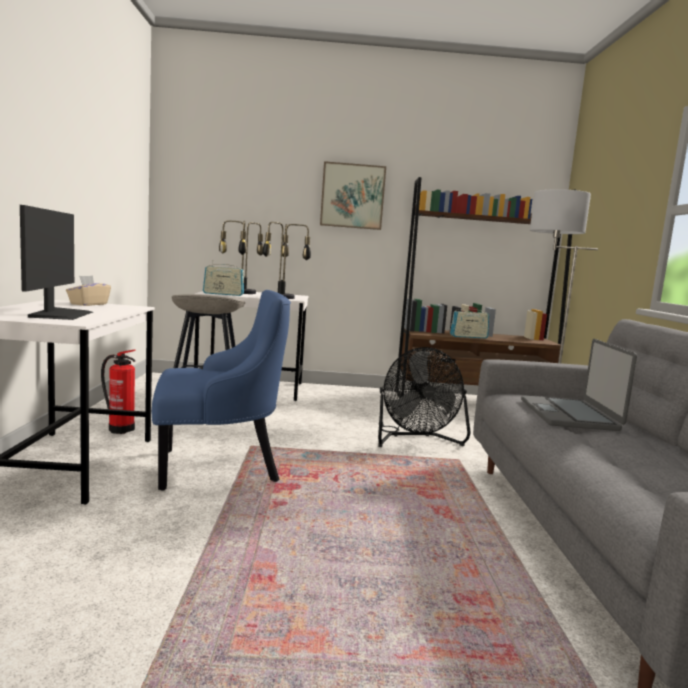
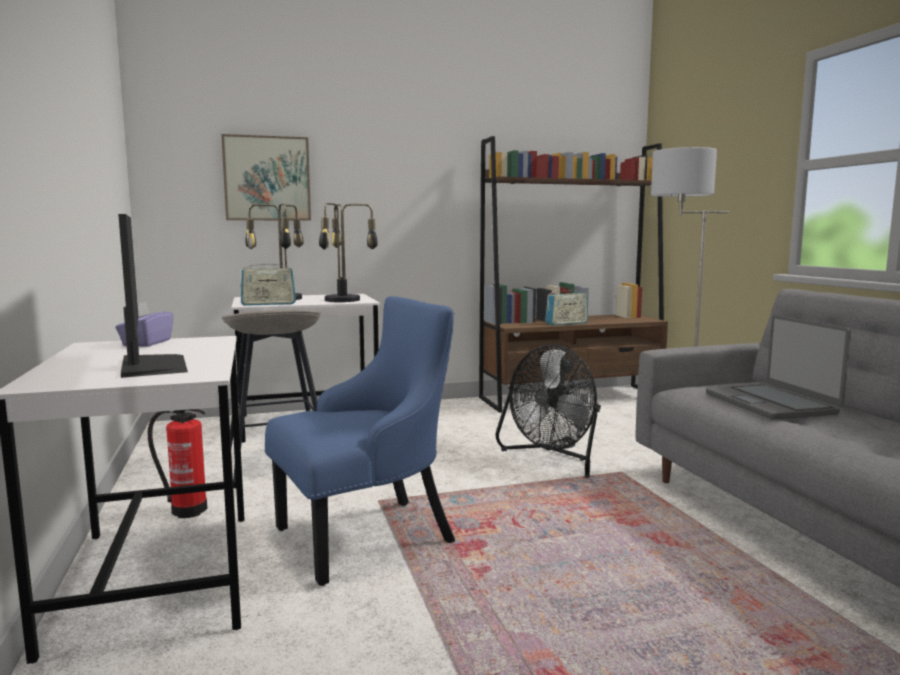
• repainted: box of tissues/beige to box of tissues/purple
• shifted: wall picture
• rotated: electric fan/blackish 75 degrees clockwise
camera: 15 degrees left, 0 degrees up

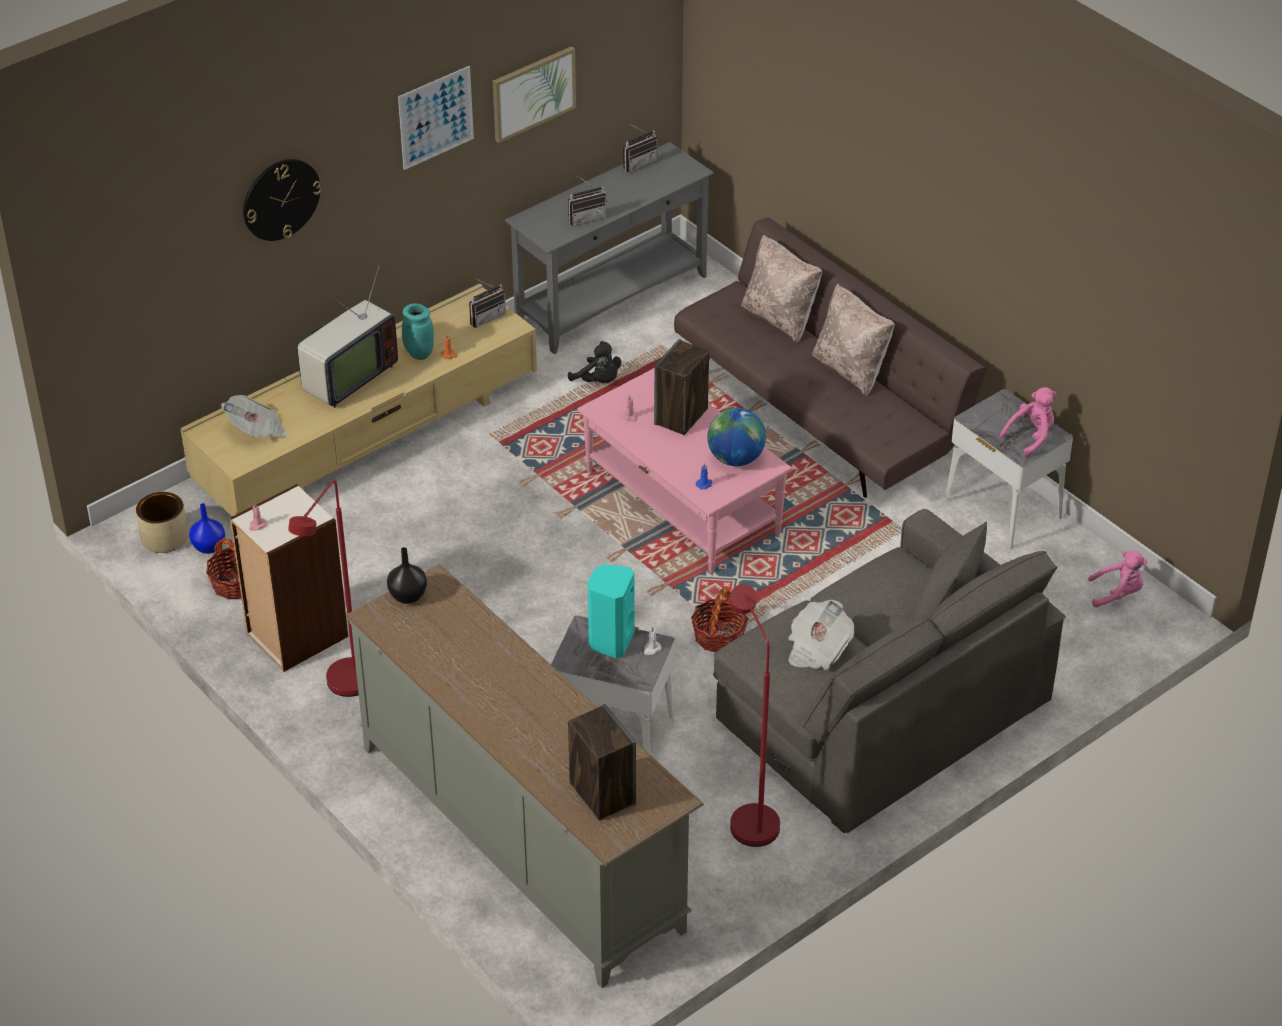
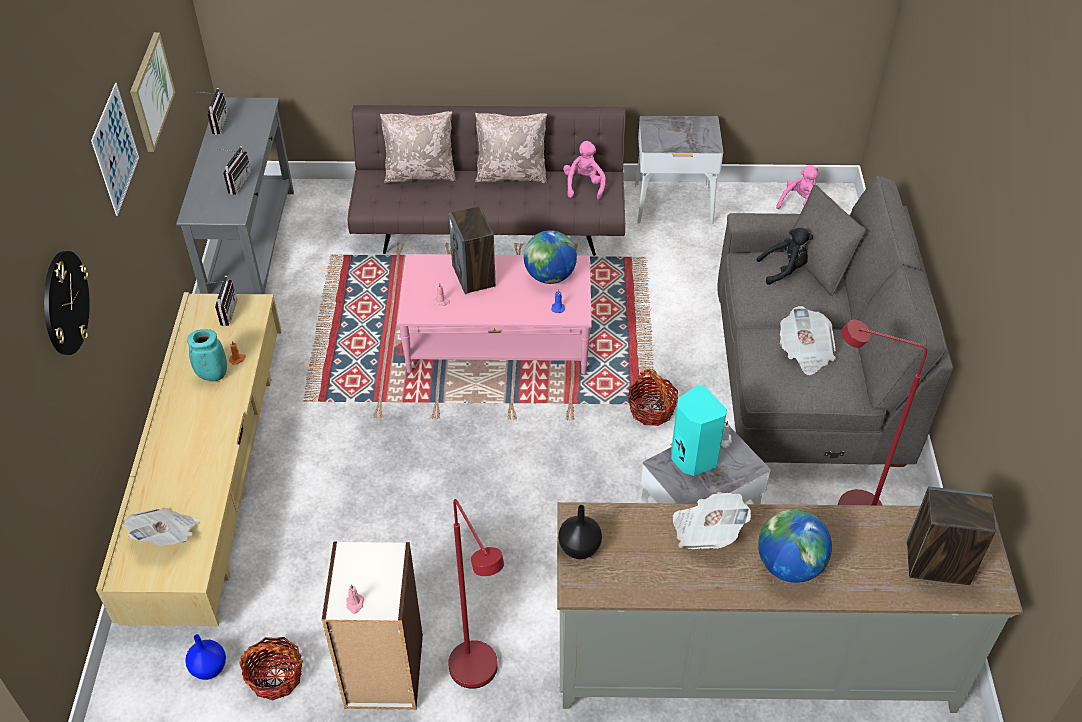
• gone: plant pot/beige
• gone: TV
• shifted: cuddly toy/blackish
• shifted: cuddly toy/pink-coloured (no. 1 from left)
• new: daily paper (no. 2 from left)
• new: globe (no. 2 from left)
camera: 50 degrees left, 5 degrees up

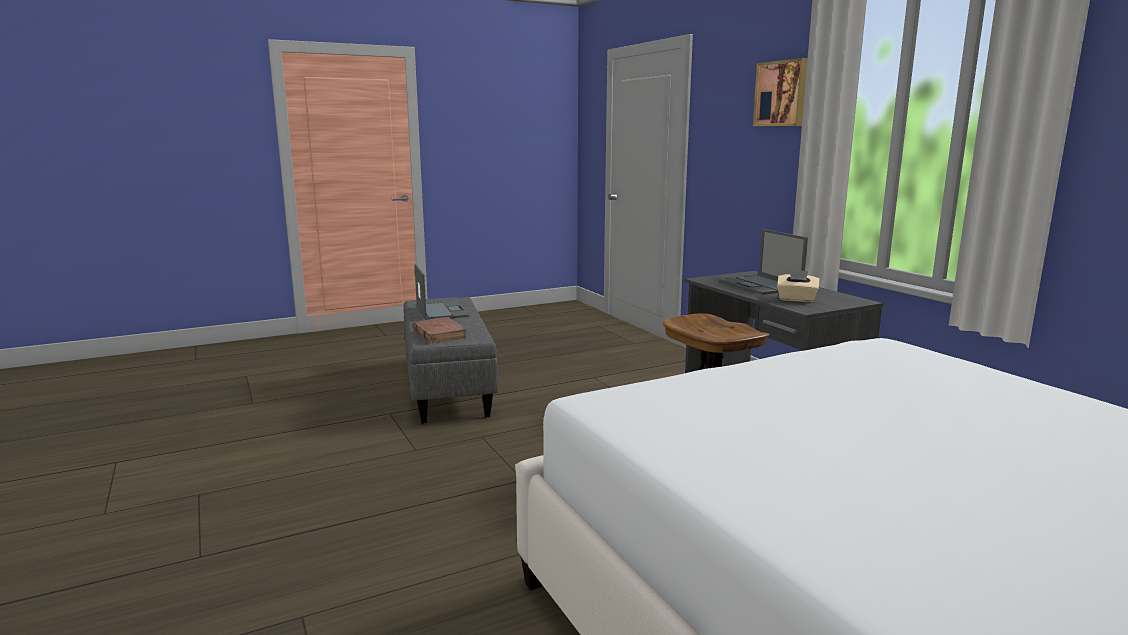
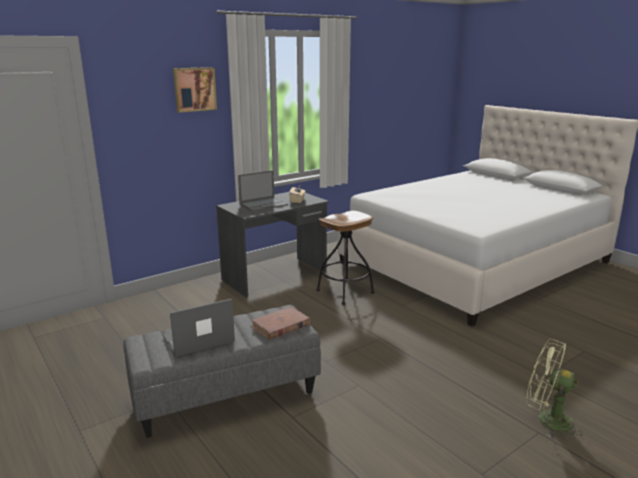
• new: electric fan/green-coloured
camera: 100 degrees left, 5 degrees up

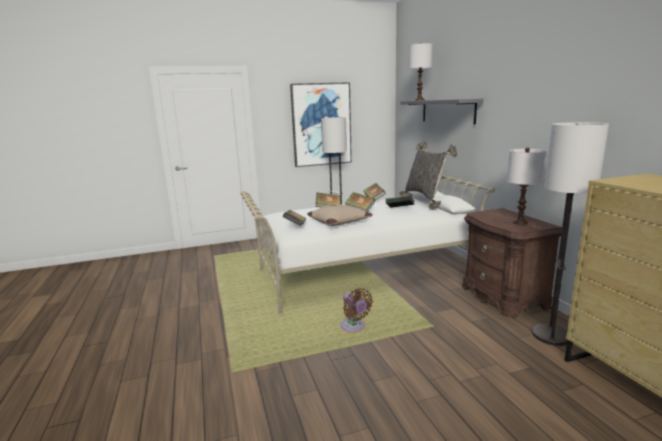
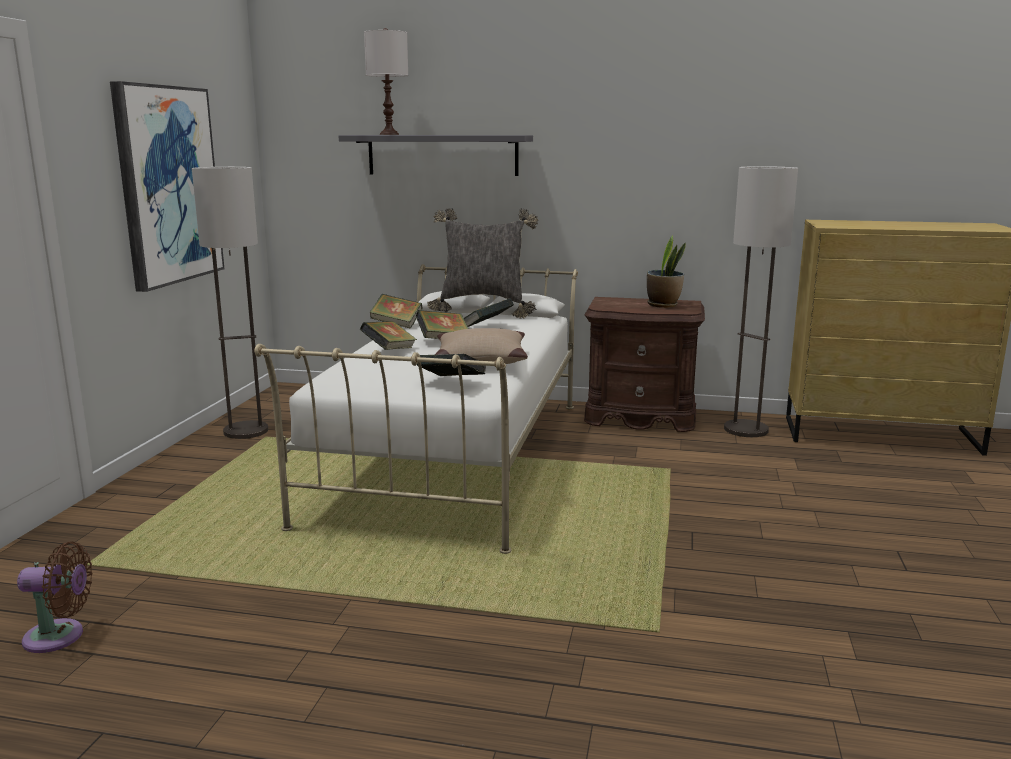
• shifted: electric fan/brownish
• swapped: lamp for a table/white-coloured (no. 2 from left) to potted plant
camera: 60 degrees left, 0 degrees up

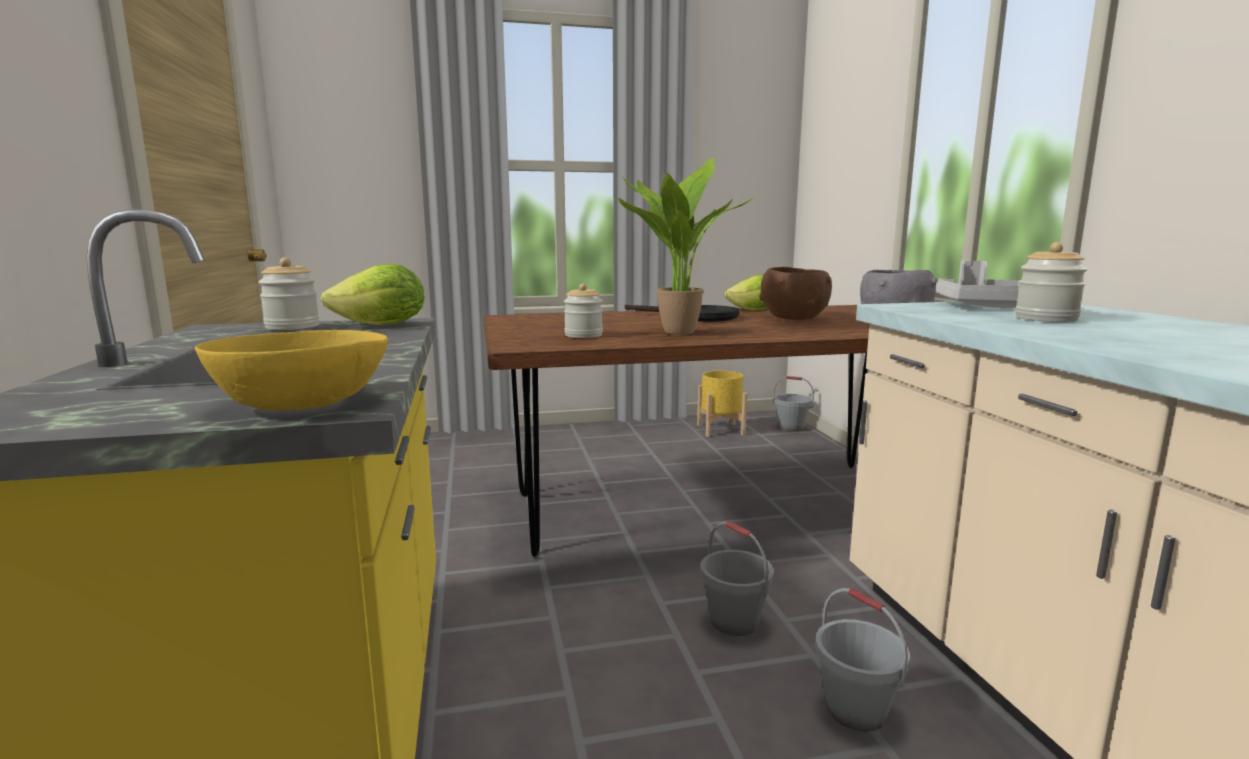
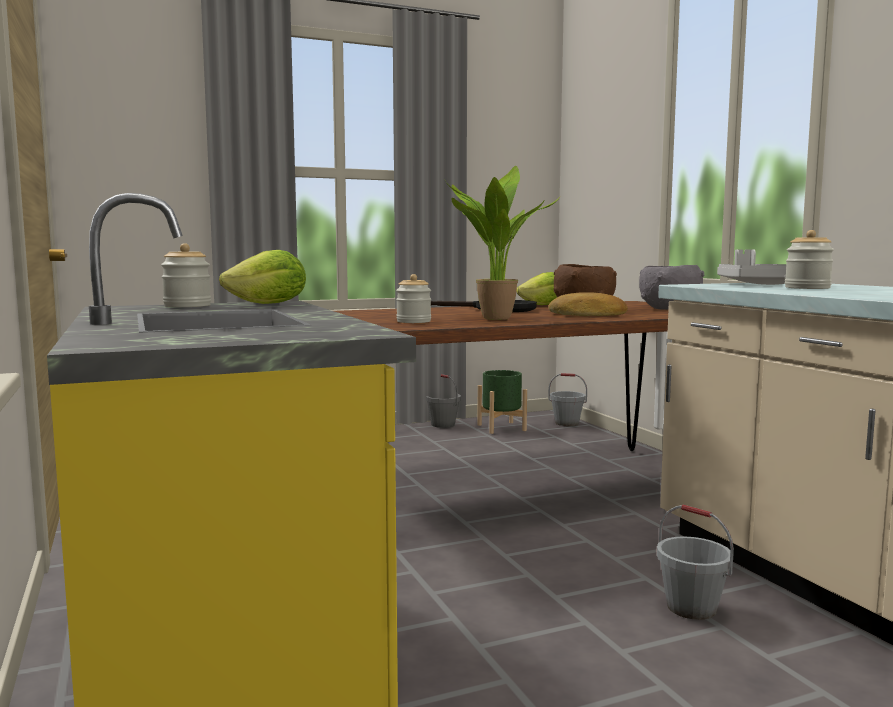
• gone: deep dish/yellow-coloured
• repainted: plant pot/yellow-coloured to plant pot/green-coloured
• shifted: pail/grey (no. 1 from left)
• new: baked bread
camera: 10 degrees left, 5 degrees down

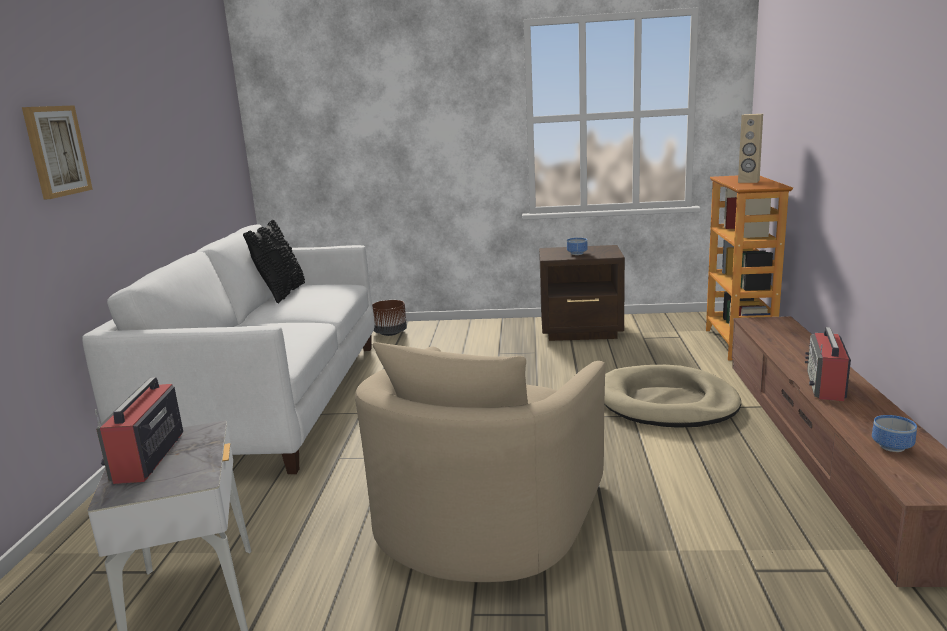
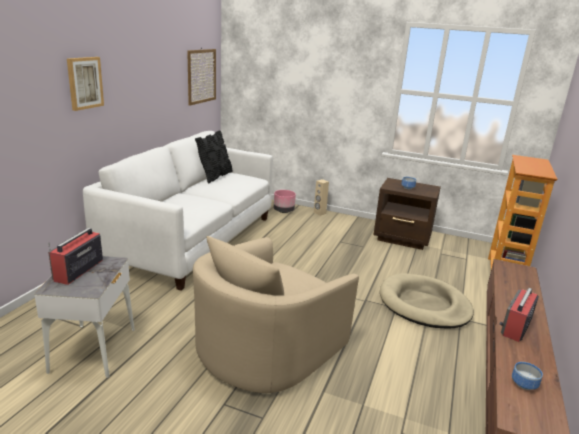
• repainted: plant pot/brownish to plant pot/pink-coloured
• shifted: loudspeaker/beige
• new: wall picture (no. 2 from left)
camera: 15 degrees right, 5 degrees up

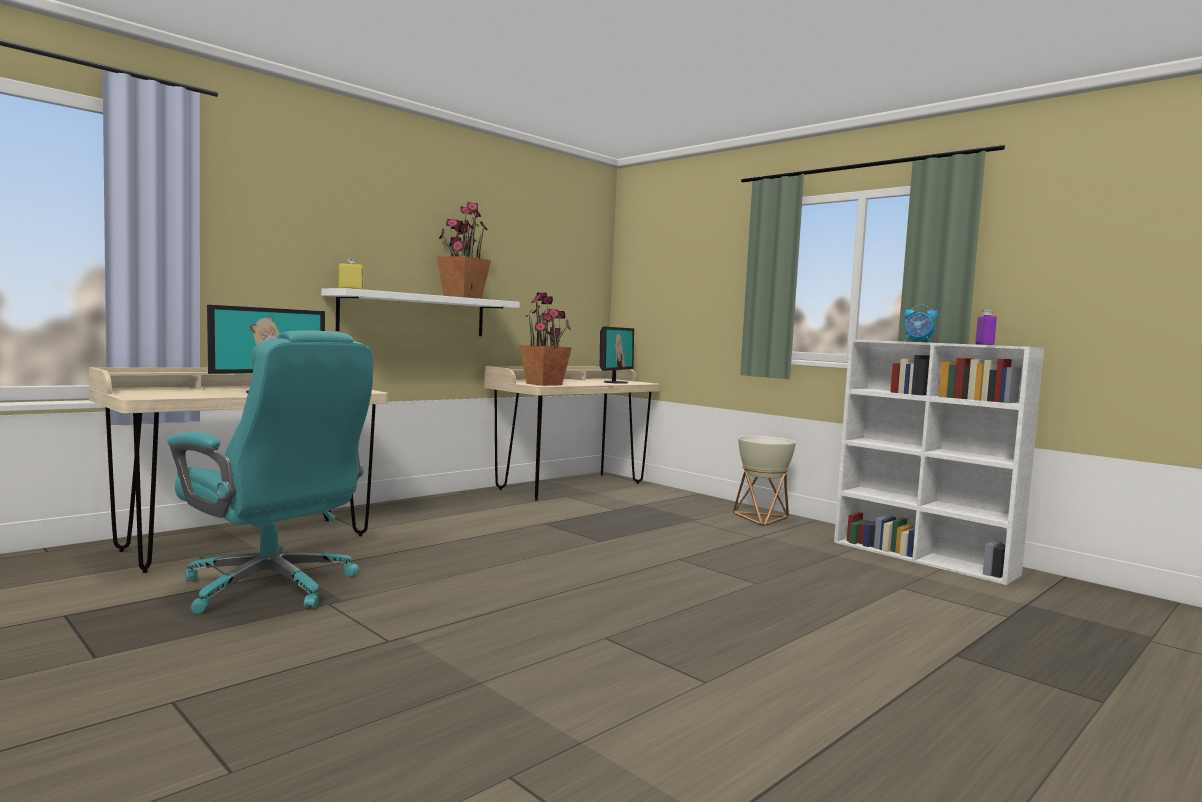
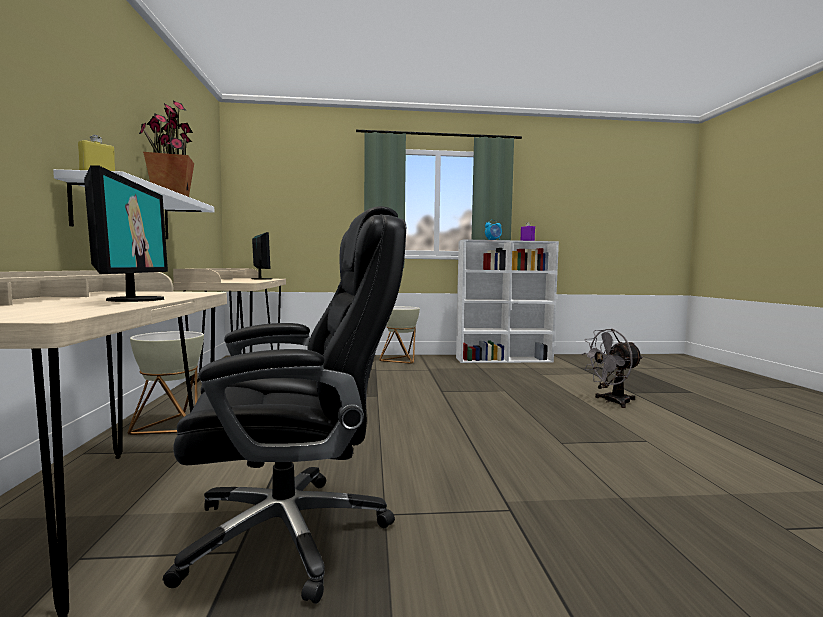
• repainted: office chair/blue-green to office chair/blackish
• gone: potted plant (no. 2 from left)
• new: plant pot (no. 1 from left)
• new: electric fan/grey
camera: 50 degrees left, 0 degrees up

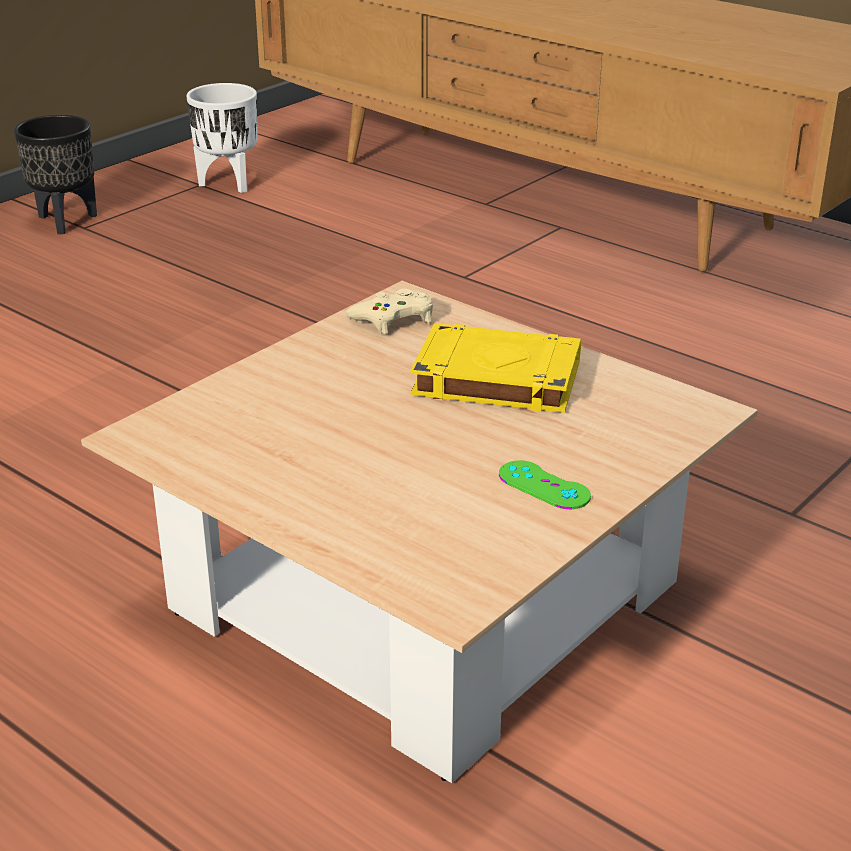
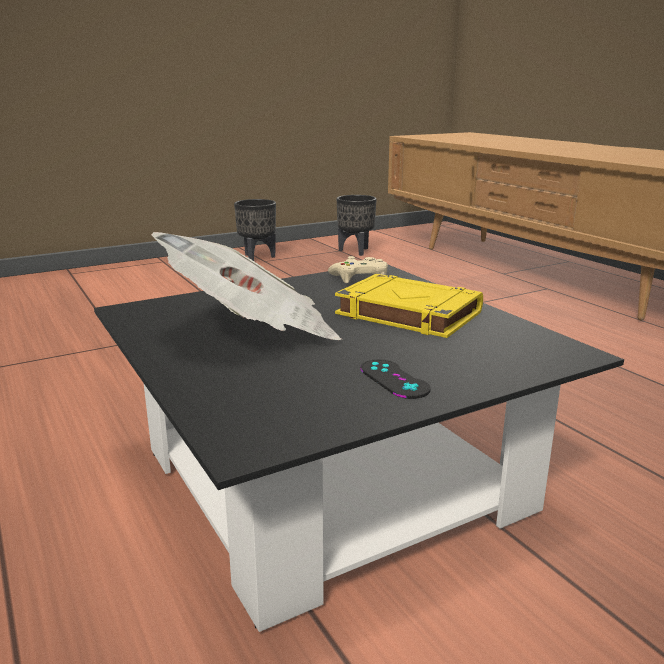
• repainted: low table/beige to low table/blackish
• repainted: plant pot/white-coloured to plant pot/blackish (no. 2 from left)
• repainted: game controller/green-coloured to game controller/blackish
• new: daily paper
camera: 20 degrees right, 10 degrees down

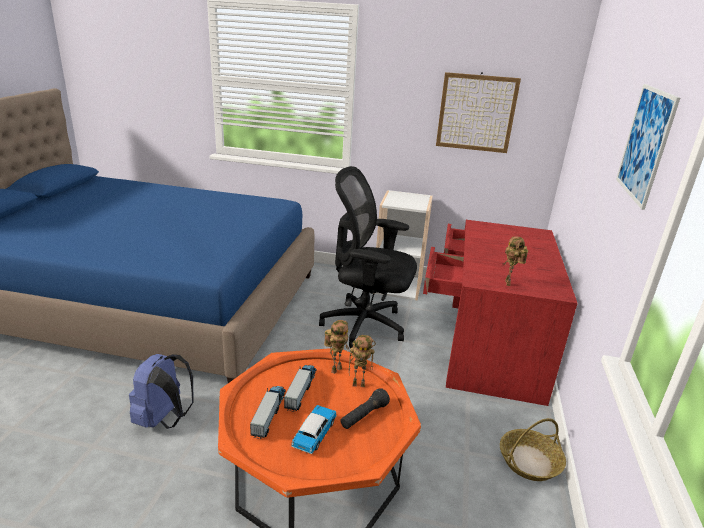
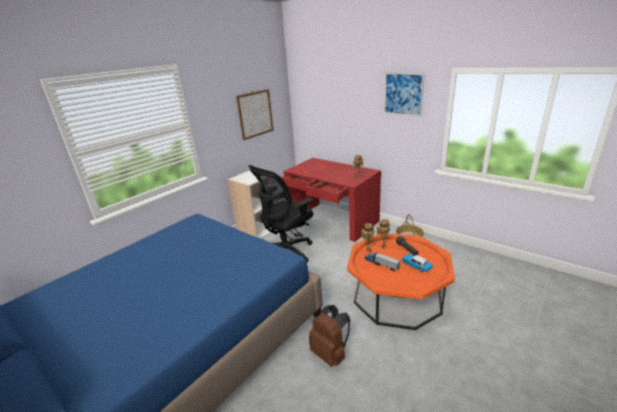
• repainted: knapsack/blue to knapsack/brownish
• gone: toy truck (no. 1 from left)
camera: 60 degrees left, 0 degrees up

